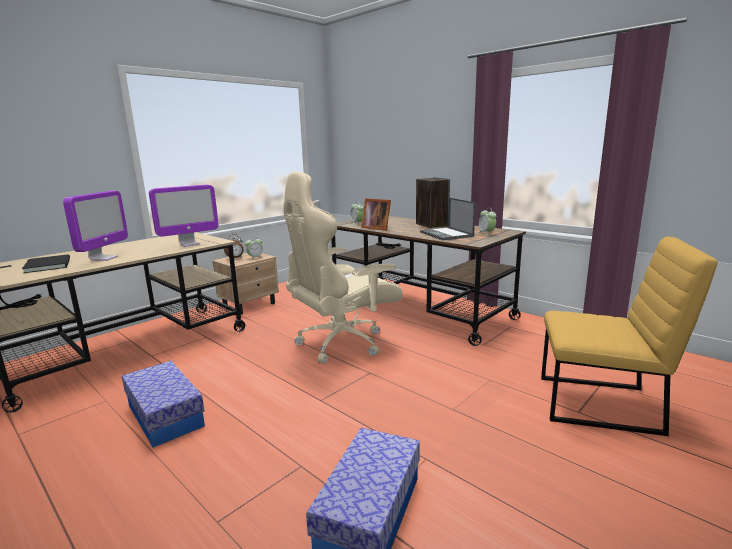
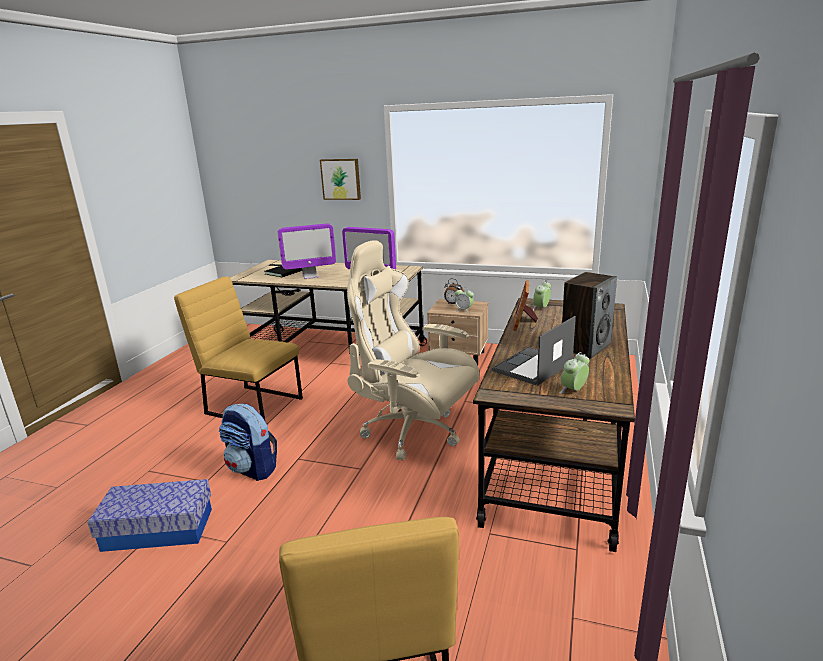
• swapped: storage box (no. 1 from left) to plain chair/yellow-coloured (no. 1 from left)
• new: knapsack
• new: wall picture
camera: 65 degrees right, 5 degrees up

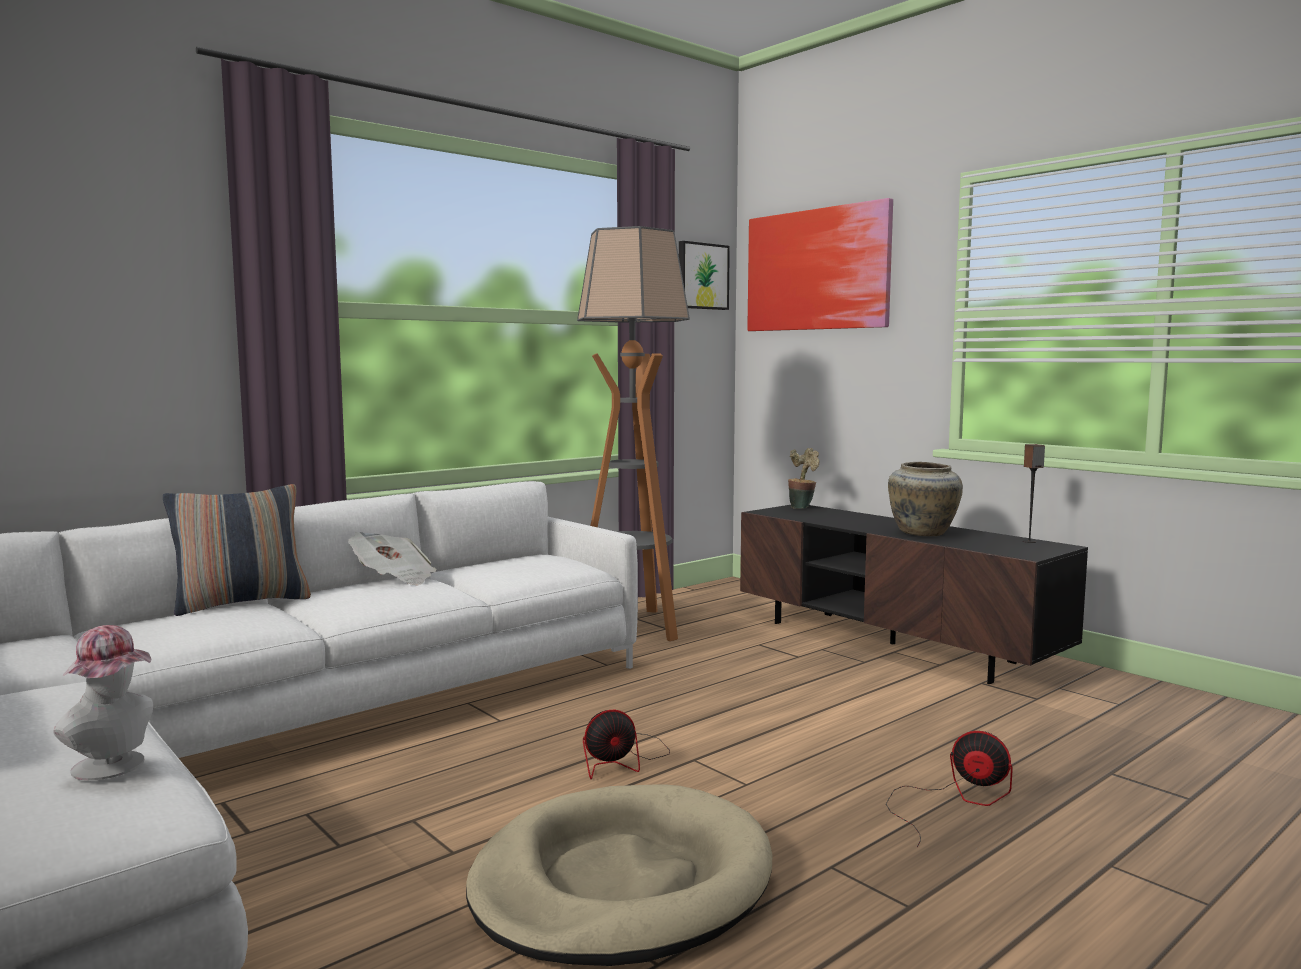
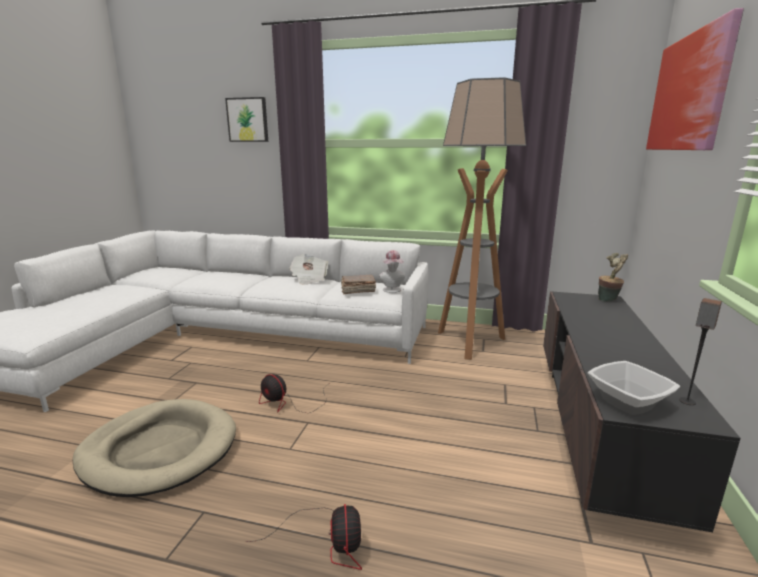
• shifted: hat
• gone: cushion
• shifted: wall picture (no. 1 from left)
• gone: decorative vase/beige
• new: volume/brownish
• new: deep dish
camera: 55 degrees right, 10 degrees up

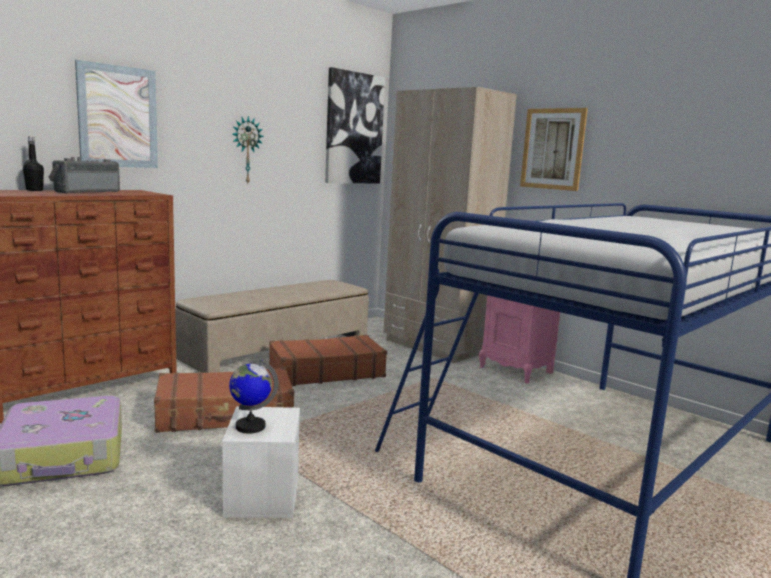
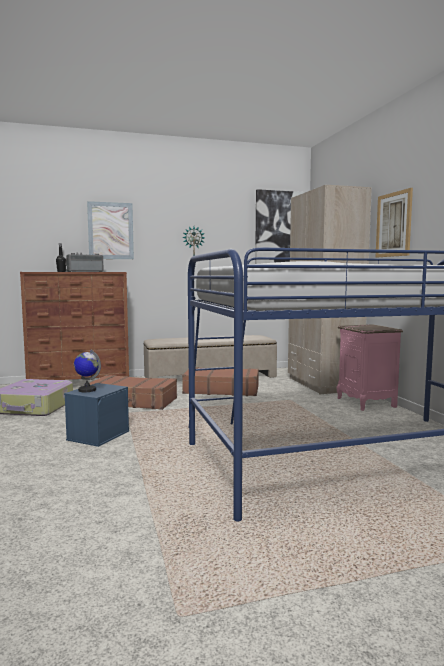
• repainted: storage box/white-coloured to storage box/blue
camera: 30 degrees right, 5 degrees down

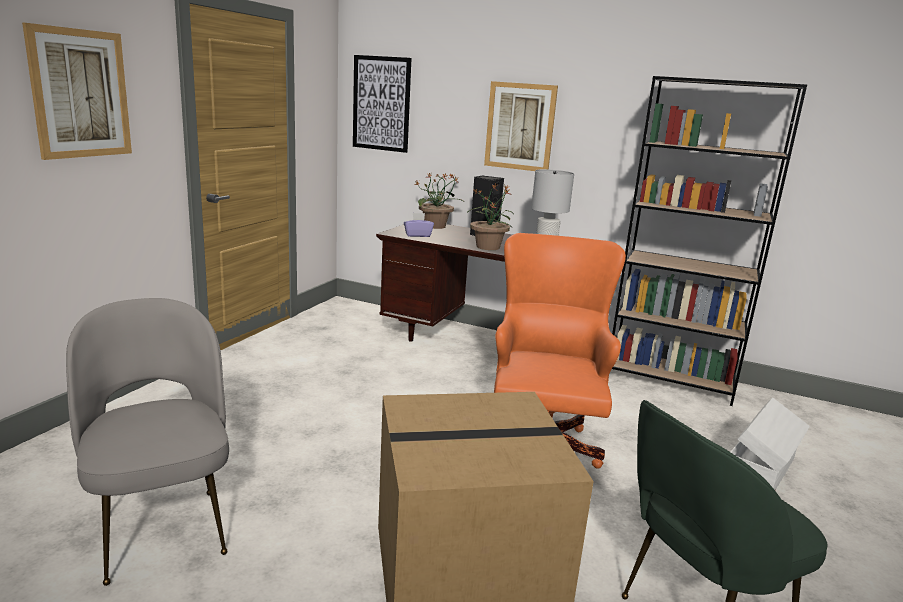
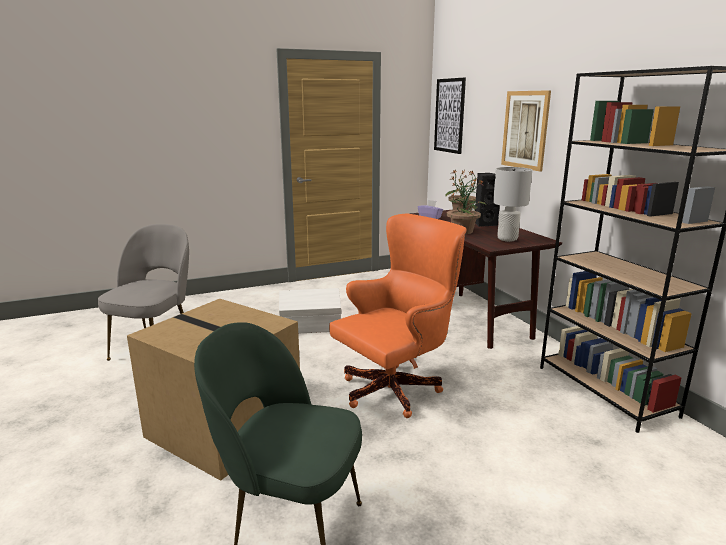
• gone: wall picture (no. 1 from left)
• shifted: storage box/white-coloured
camera: 45 degrees right, 0 degrees up

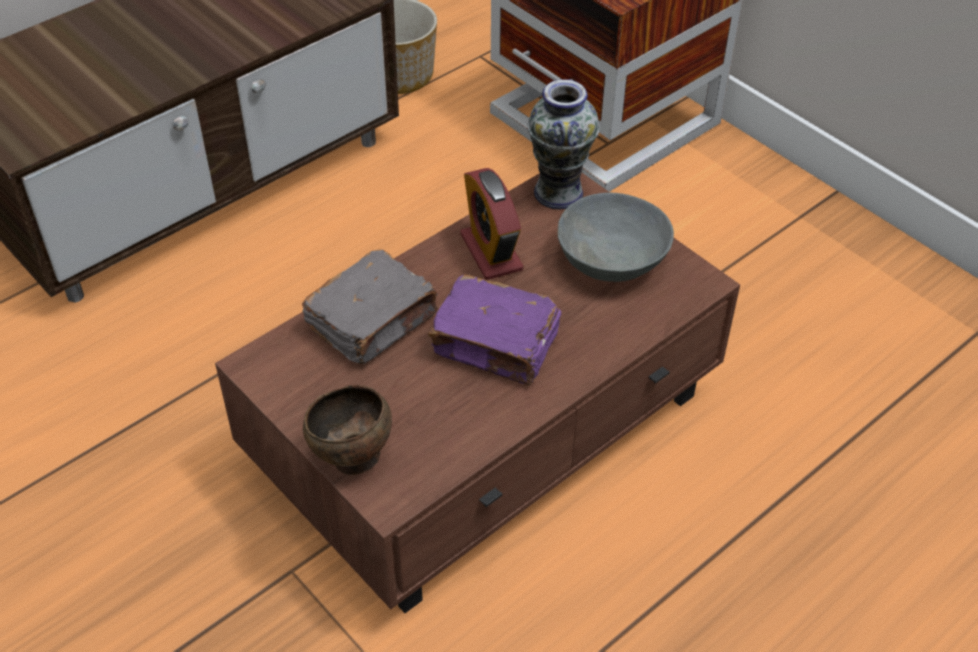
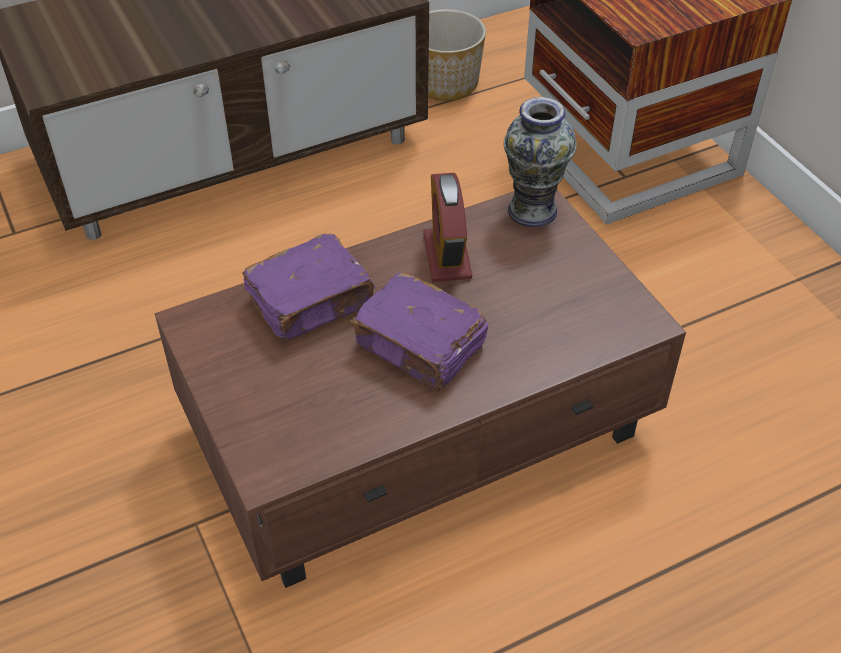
• repainted: volume/grey to volume/purple (no. 1 from left)
• gone: deep dish/brownish
• gone: deep dish/grey
camera: 15 degrees right, 0 degrees up

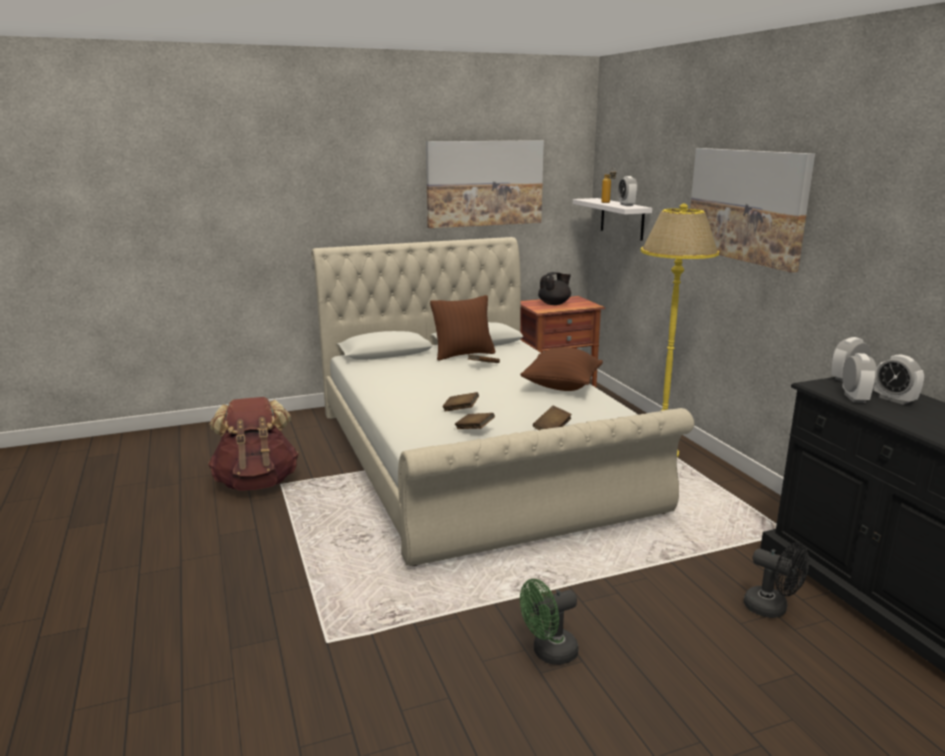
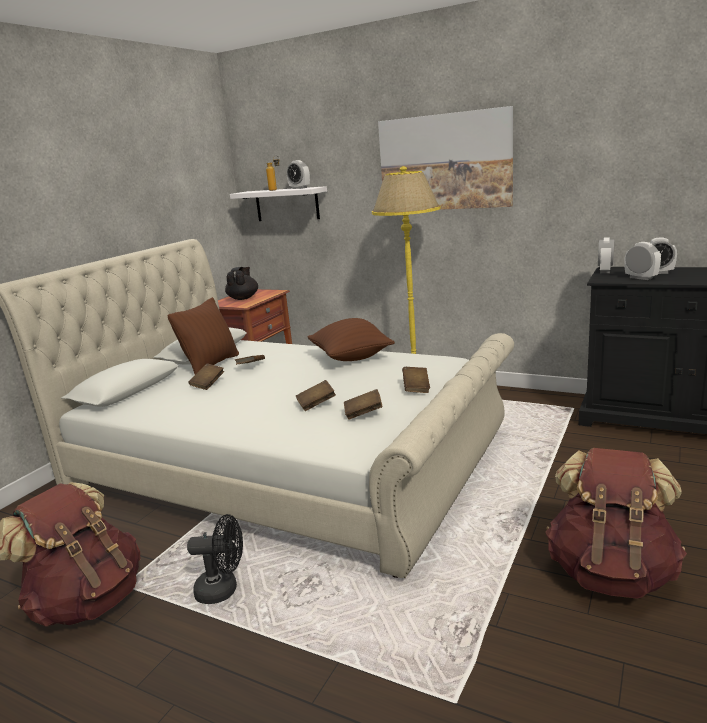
• gone: wall picture (no. 1 from left)
• swapped: electric fan/green-coloured to knapsack/brownish (no. 2 from left)
• shifted: electric fan/blackish
• new: volume/brownish (no. 1 from left)
camera: 40 degrees left, 0 degrees up

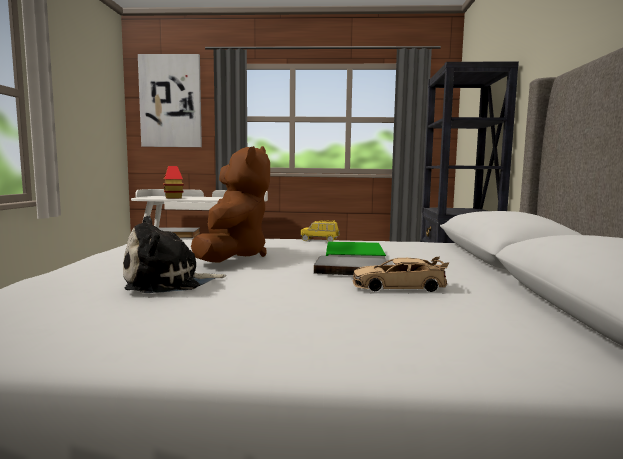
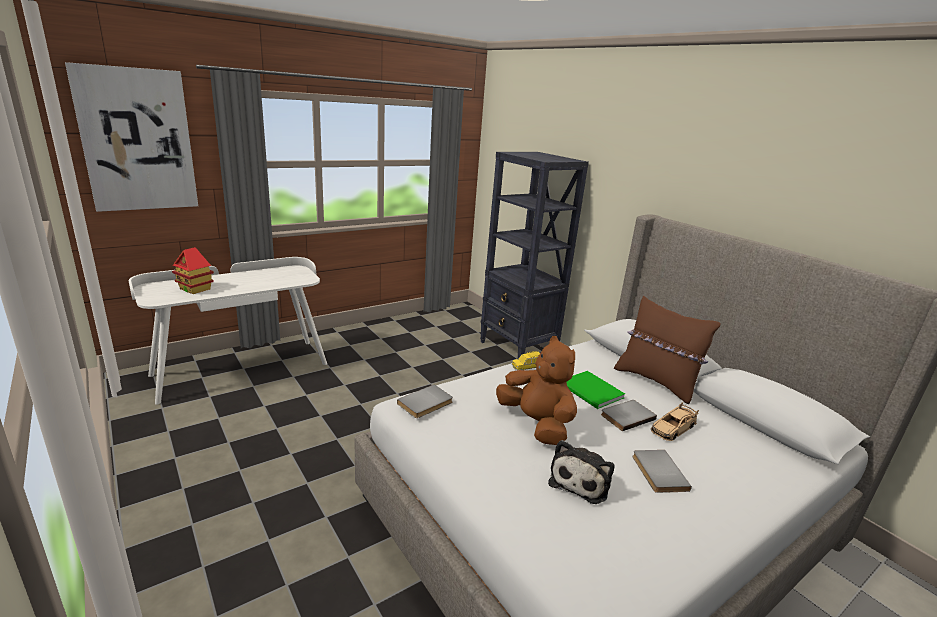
• new: cushion/brownish
• new: volume/grey (no. 3 from left)
camera: 40 degrees left, 15 degrees up

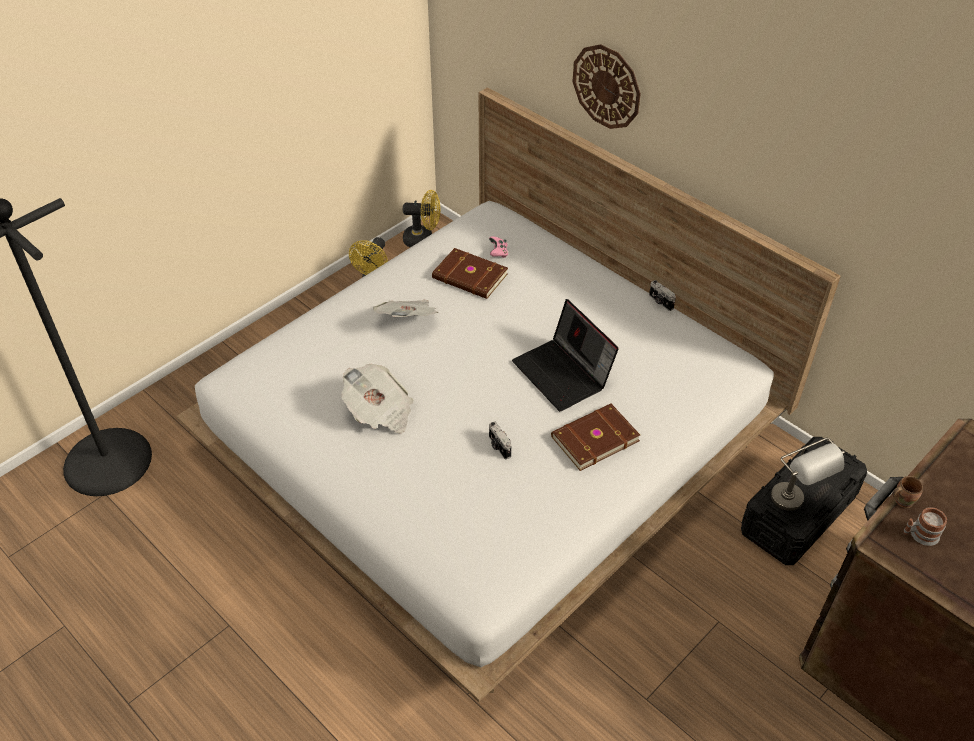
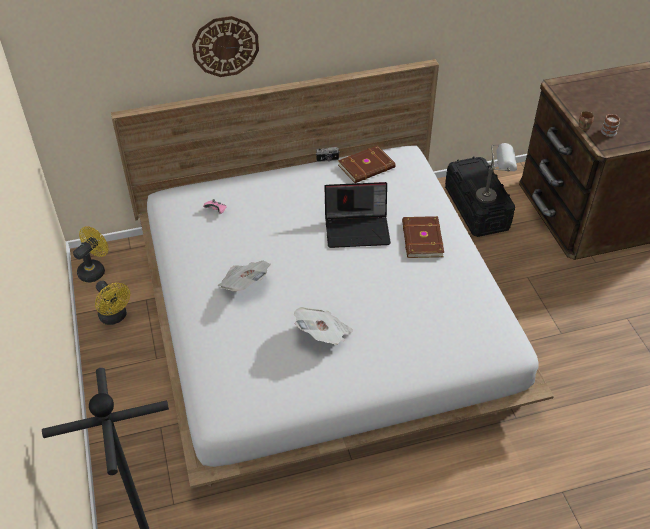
• shifted: volume/brownish (no. 1 from left)
• gone: still camera (no. 1 from left)
camera: 60 degrees left, 0 degrees up

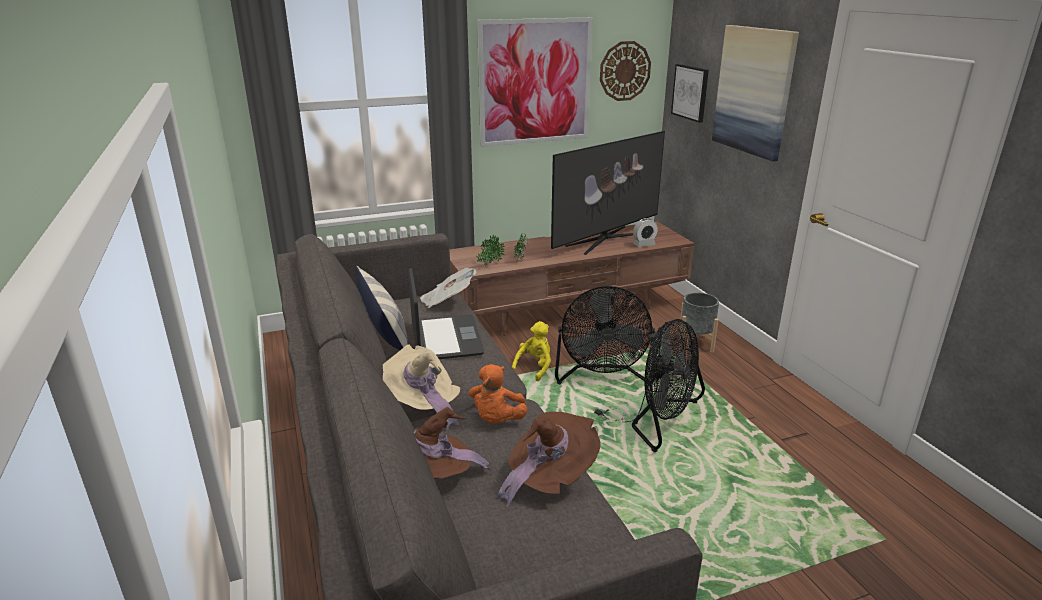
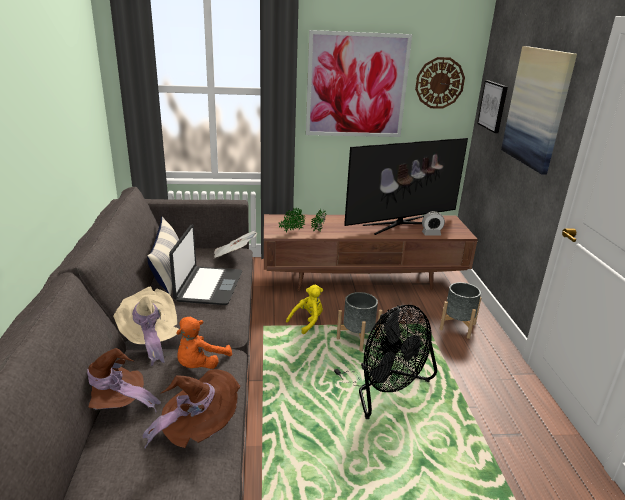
• swapped: electric fan/blackish (no. 1 from left) to plant pot/grey (no. 1 from left)
camera: 15 degrees right, 0 degrees up

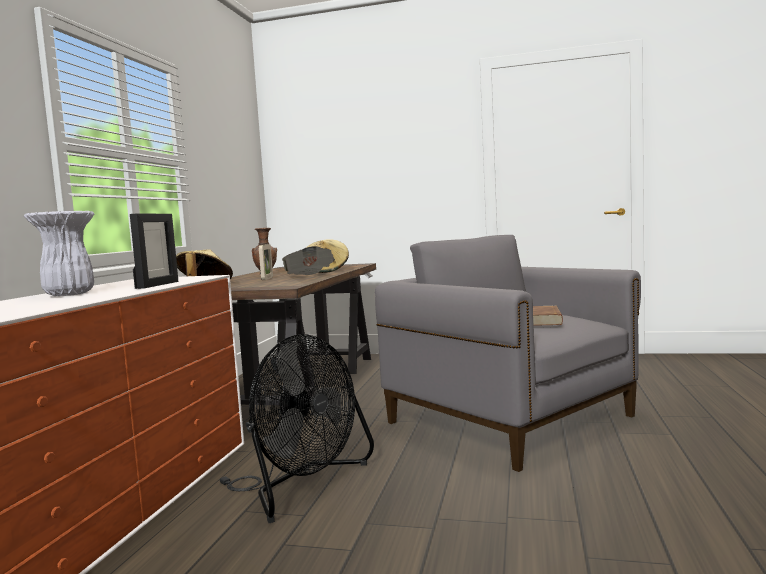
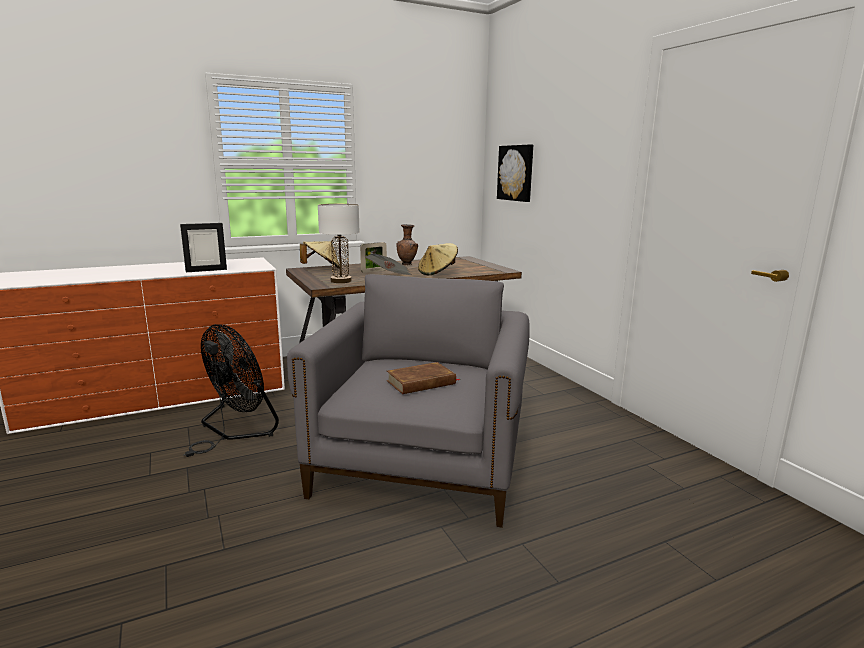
• gone: decorative vase/white-coloured
• rotated: electric fan/blackish 135 degrees counterclockwise
• new: lamp for a table
• new: wall picture
camera: 50 degrees right, 10 degrees up

